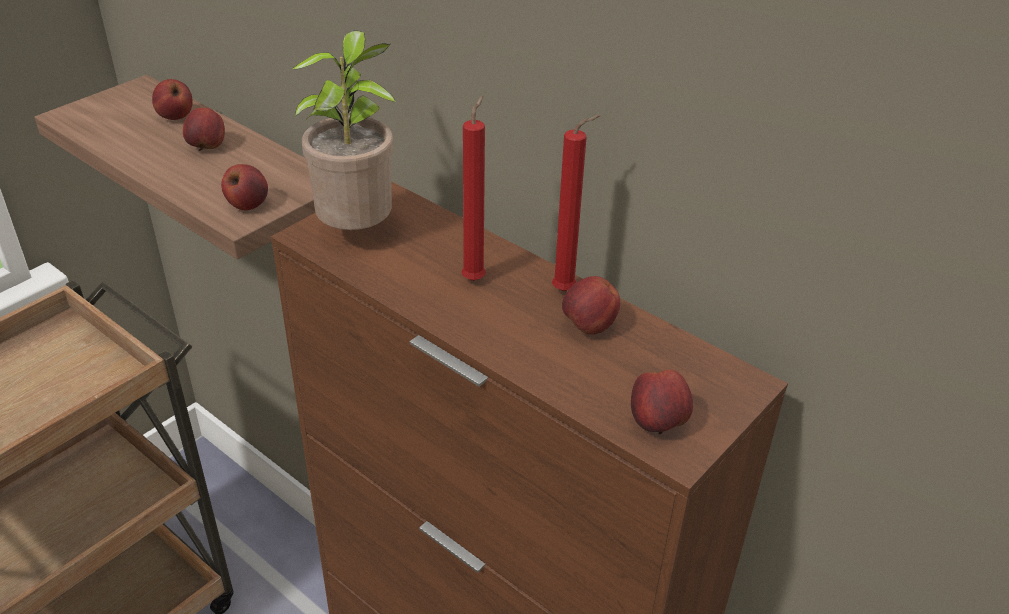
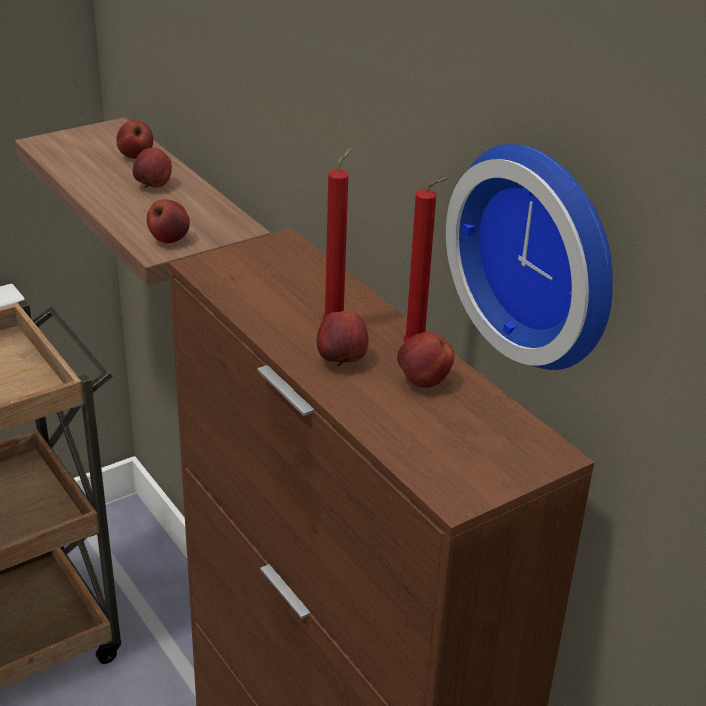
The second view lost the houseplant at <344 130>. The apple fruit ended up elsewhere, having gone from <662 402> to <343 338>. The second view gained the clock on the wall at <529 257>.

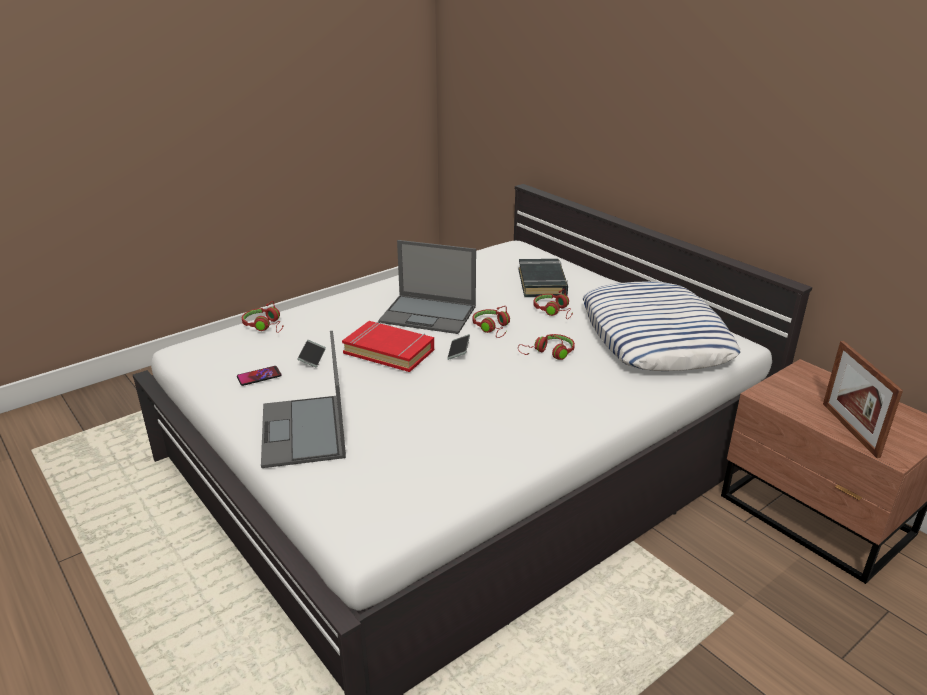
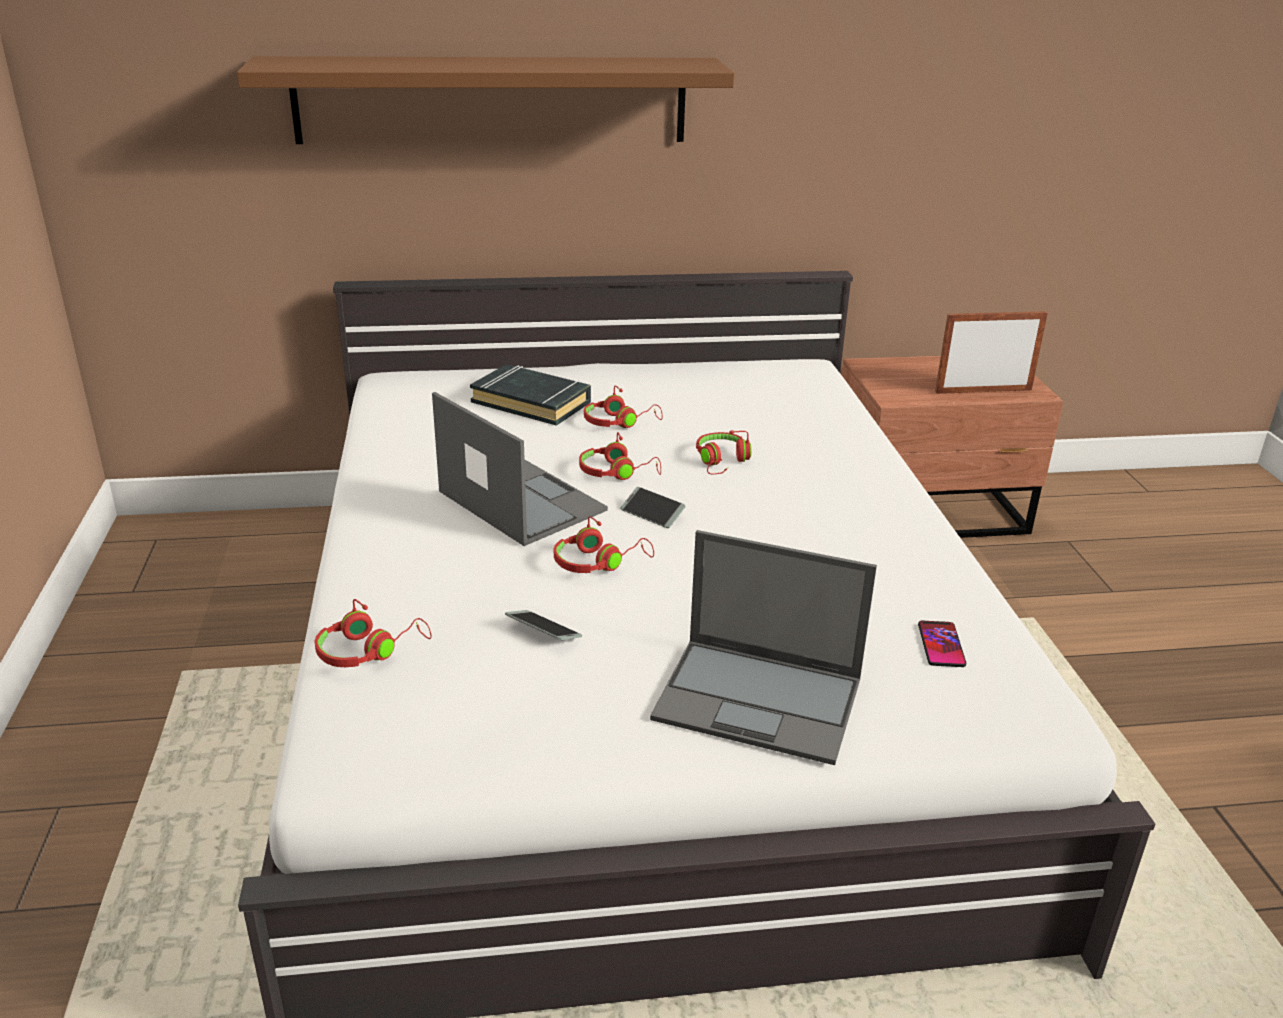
The handset ended up elsewhere, having gone from <259 376> to <942 644>. Where the red-coloured volume stood at <388 346>, the red-coloured headset came to stand at <604 544>. The notebook computer at <427 287> ended up facing another way, 90 degrees counterclockwise from before. The second view lost the pillow at <661 326>. The photo frame at <863 399> ended up facing another way, 150 degrees clockwise from before. The second view gained the brown shelf at <486 100>.

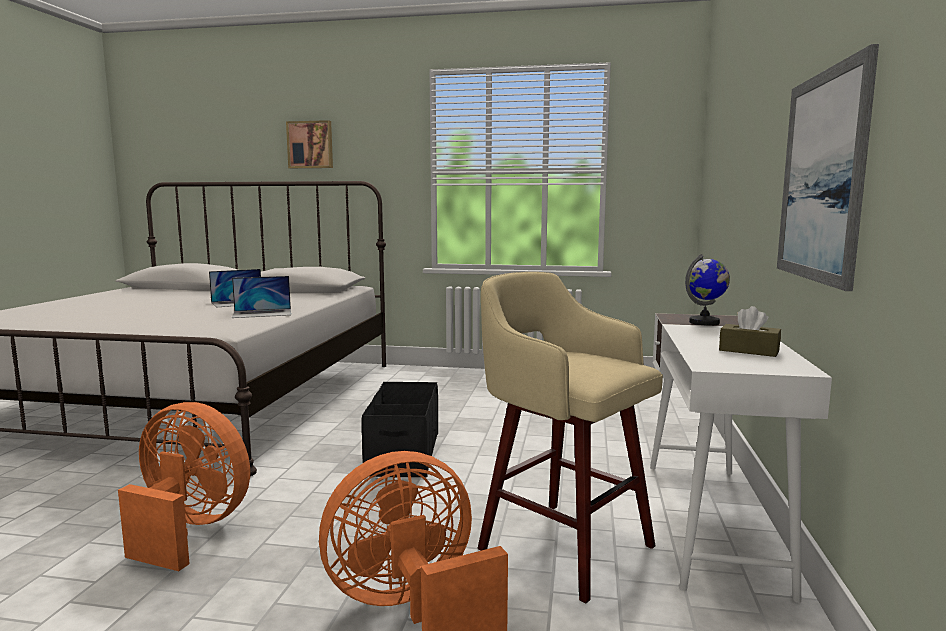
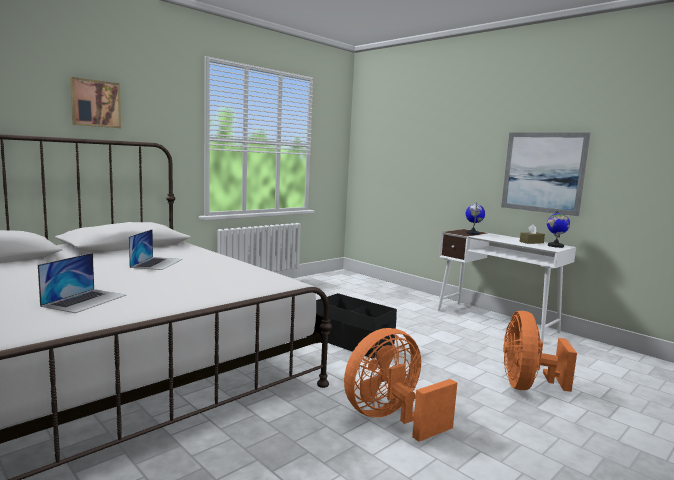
The notebook computer ended up elsewhere, having gone from <261 297> to <82 283>. The second view lost the beige-coloured stool seat at <570 437>. The second view gained the globe at <558 229>.

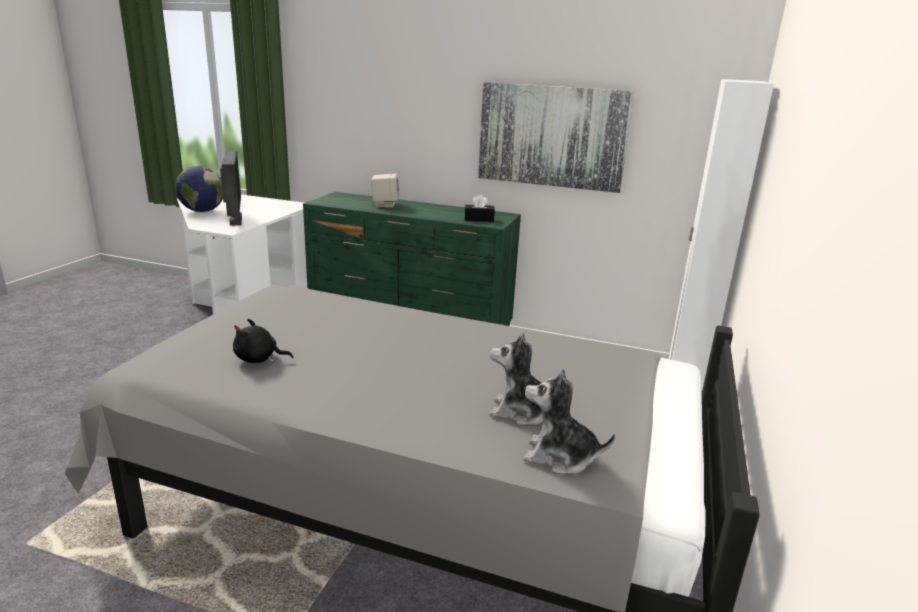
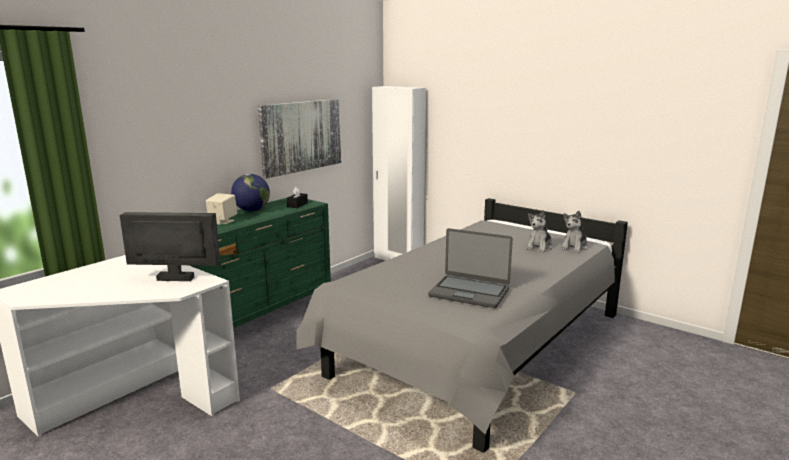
The globe ended up elsewhere, having gone from <199 188> to <250 192>. Where the black-coloured cuddly toy stood at <263 341>, the notebook computer came to stand at <470 268>.

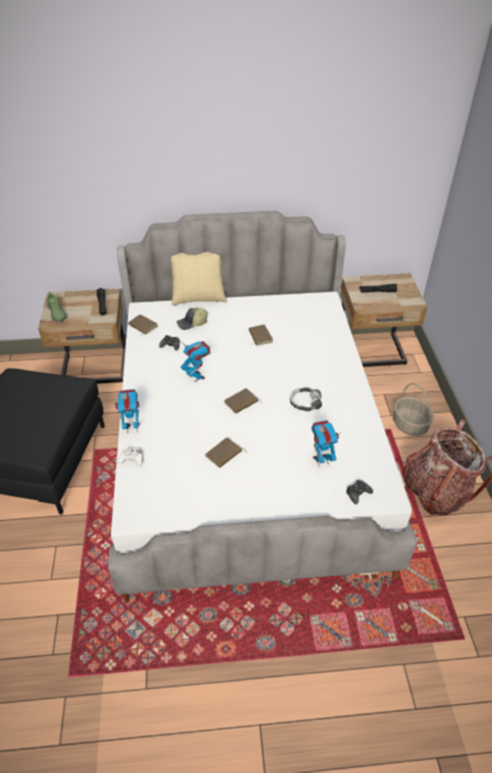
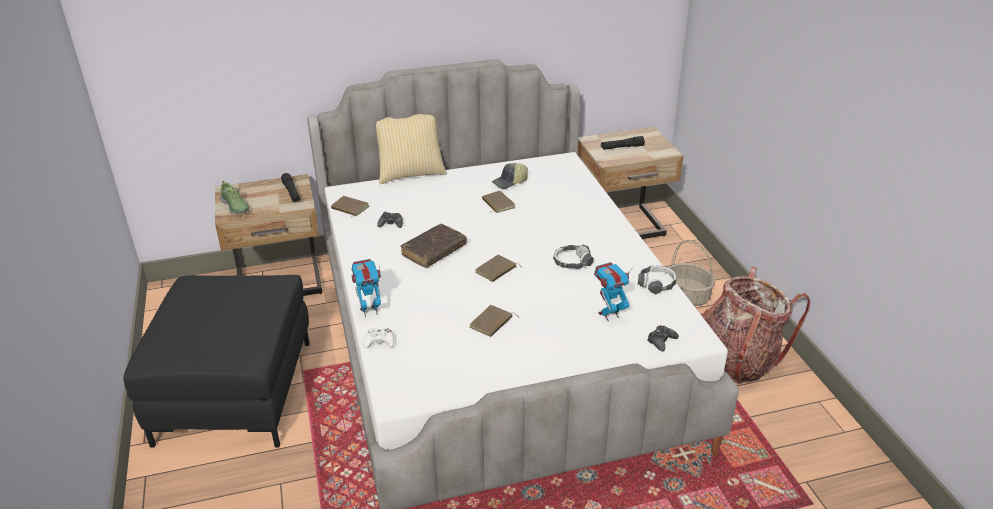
The peaked cap ended up elsewhere, having gone from <192 319> to <510 176>. Where the model robot stood at <195 361>, the brown volume came to stand at <433 246>. The second view gained the headset at <657 279>.

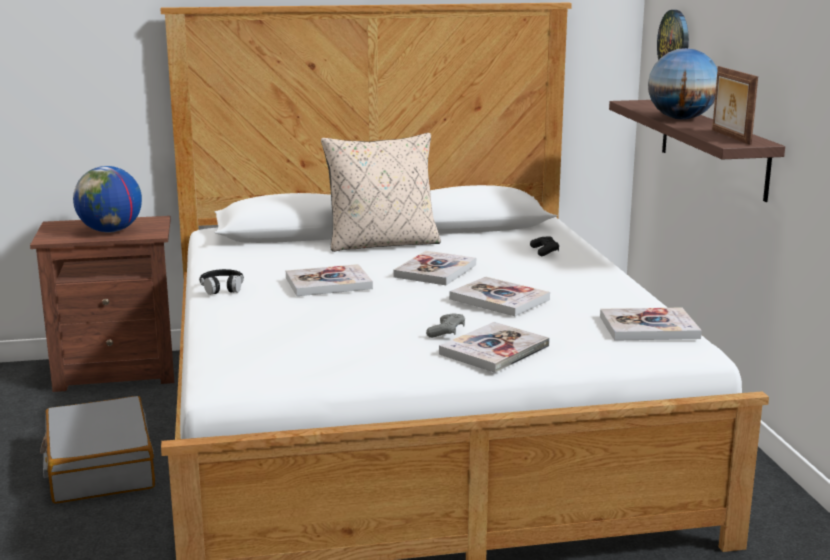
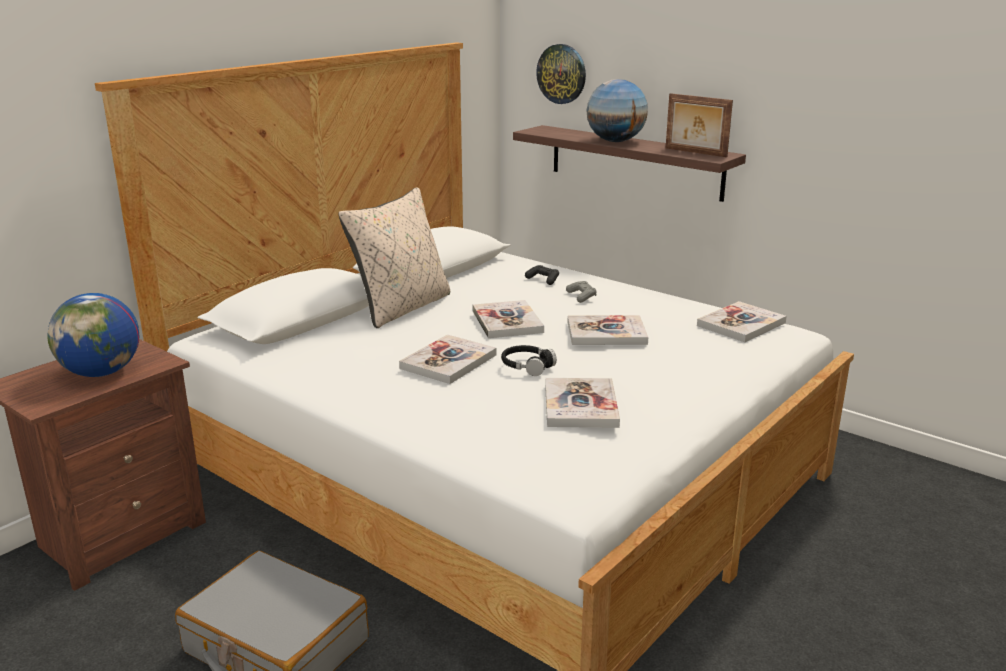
The black-coloured headset ended up elsewhere, having gone from <221 282> to <529 360>. The grey gamepad ended up elsewhere, having gone from <445 325> to <581 292>. The volume ended up elsewhere, having gone from <494 347> to <582 403>.

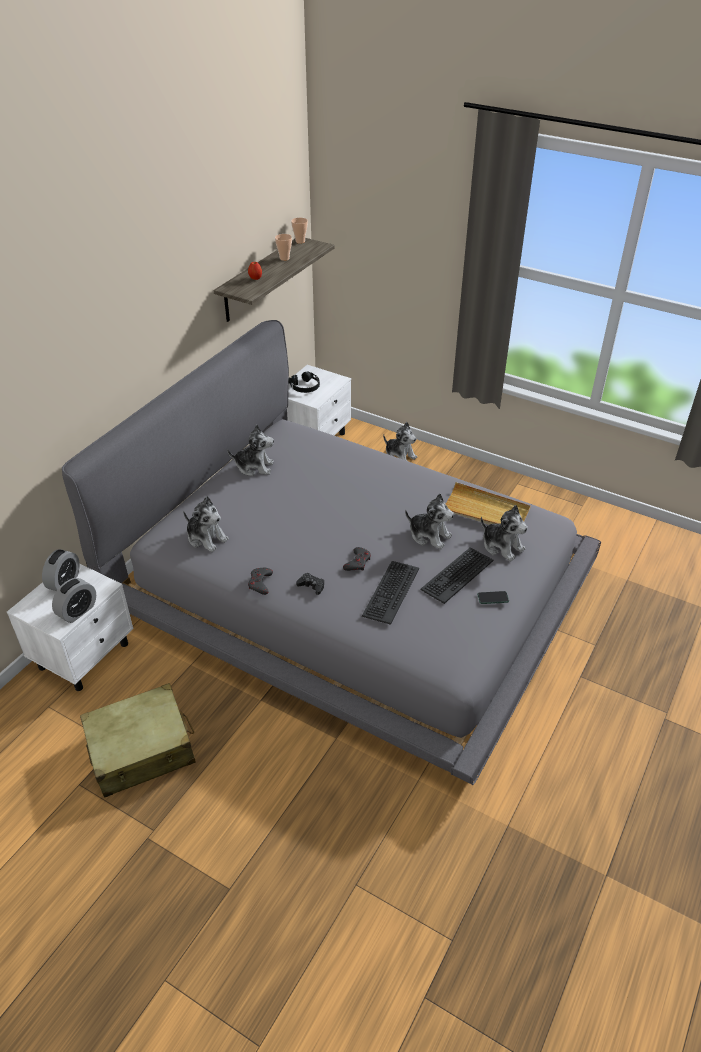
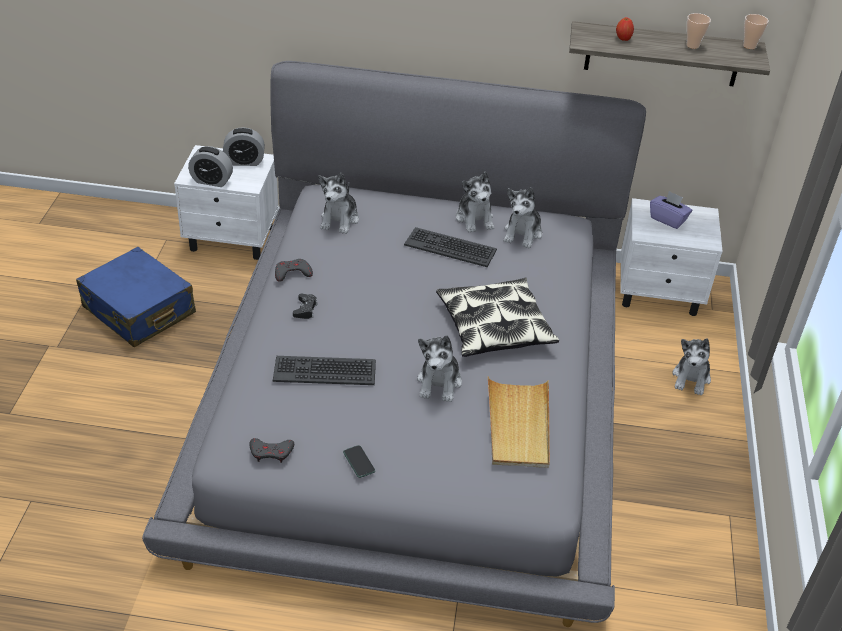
What was the beige-coloured piece of luggage at <138 740> turned into the blue-coloured piece of luggage at <136 297>. Where the black-coloured headset stood at <304 382>, the purple-coloured tissue box came to stand at <671 210>. The grey gamepad ended up elsewhere, having gone from <357 559> to <271 450>. The PC keyboard ended up elsewhere, having gone from <457 576> to <450 247>. The cuddly toy ended up elsewhere, having gone from <504 533> to <523 217>. The second view gained the pillow at <497 317>.

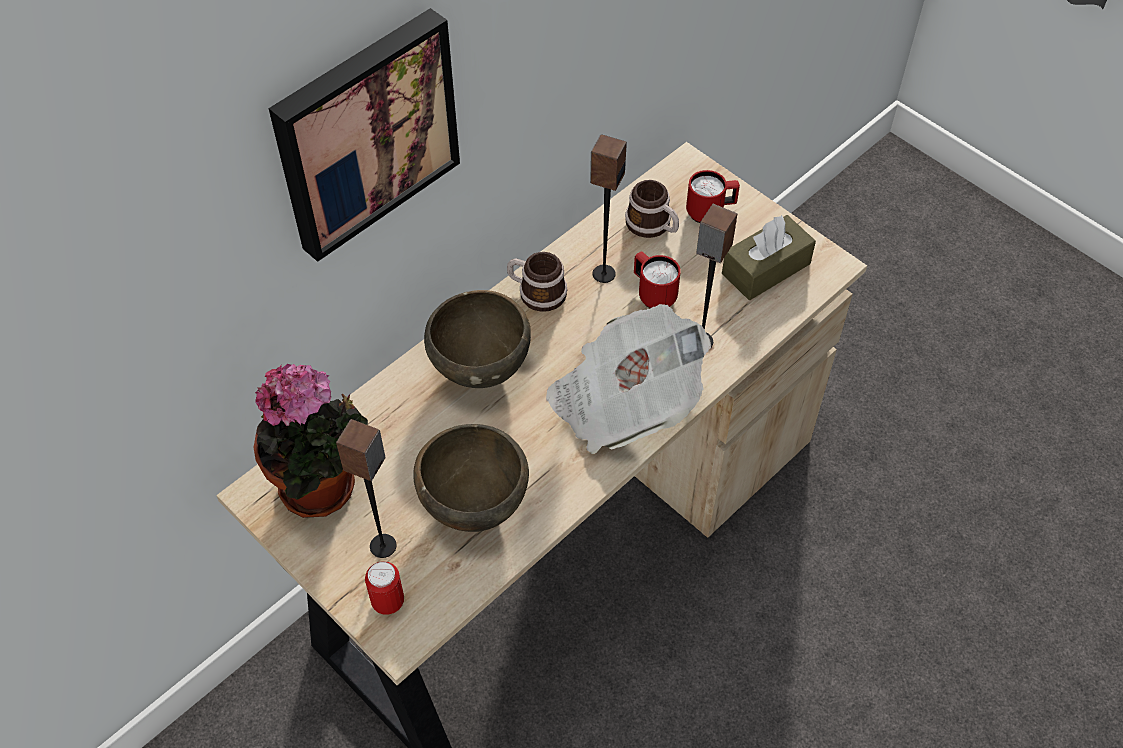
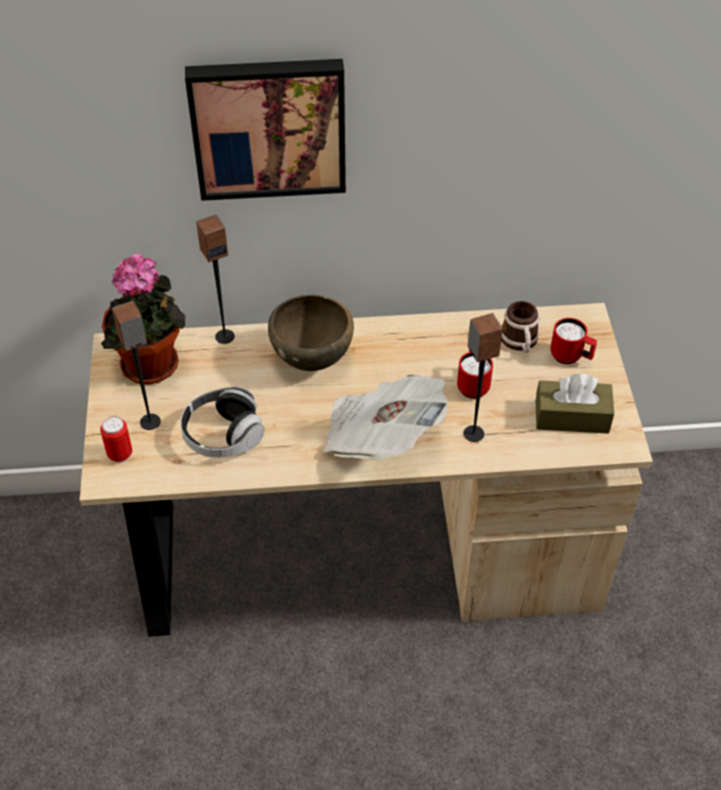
Where the brown serving bowl stood at <471 478>, the headset came to stand at <223 422>. The second view lost the coffee mug at <537 282>. The speaker ended up elsewhere, having gone from <608 208> to <215 279>.

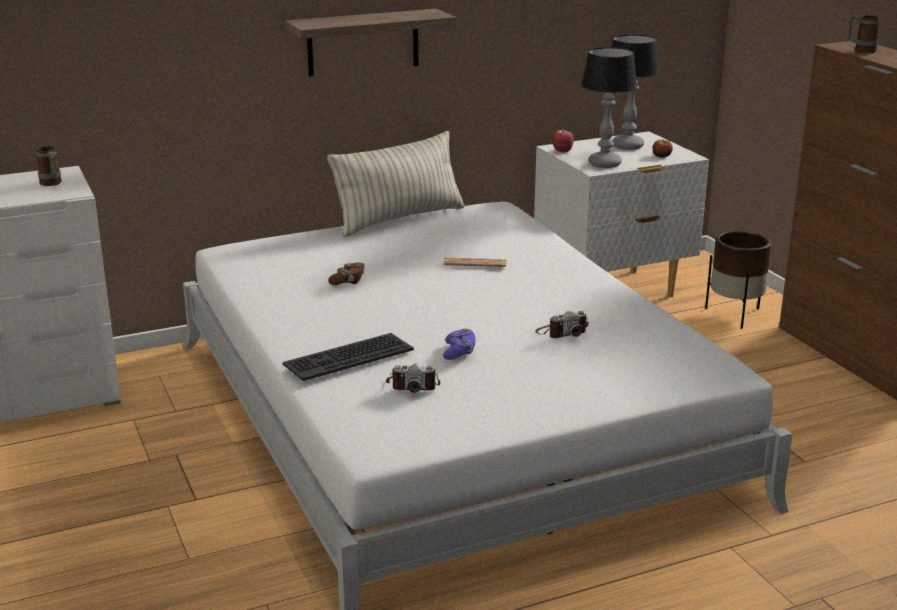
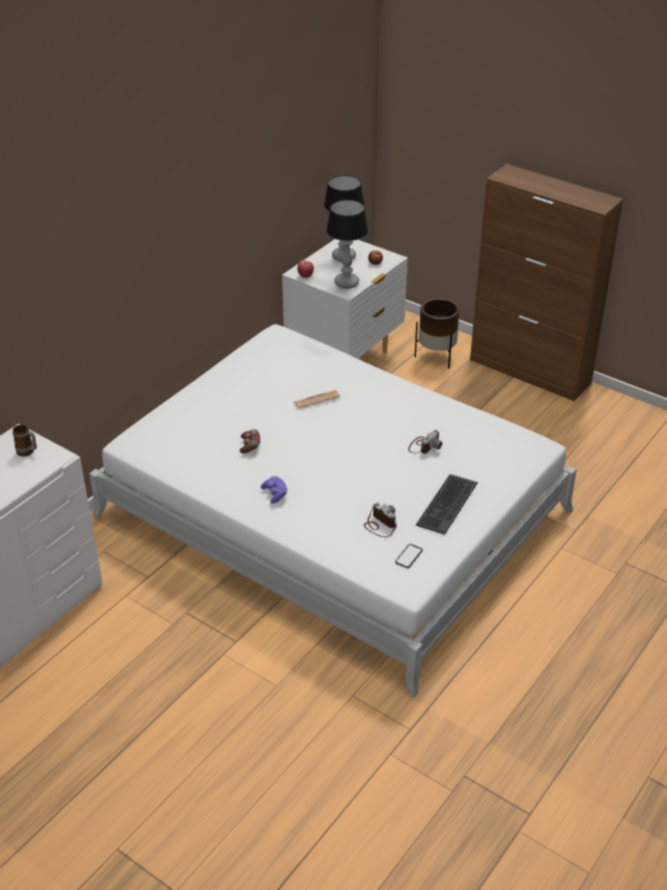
The PC keyboard ended up elsewhere, having gone from <348 357> to <447 504>. The second view lost the shelf at <370 43>. The second view lost the pillow at <396 184>. The still camera at <413 378> ended up facing another way, 105 degrees counterclockwise from before. The purple-coloured gamepad ended up elsewhere, having gone from <459 344> to <274 490>. The second view lost the coffee mug at <864 34>. The second view gained the handset at <409 556>.

